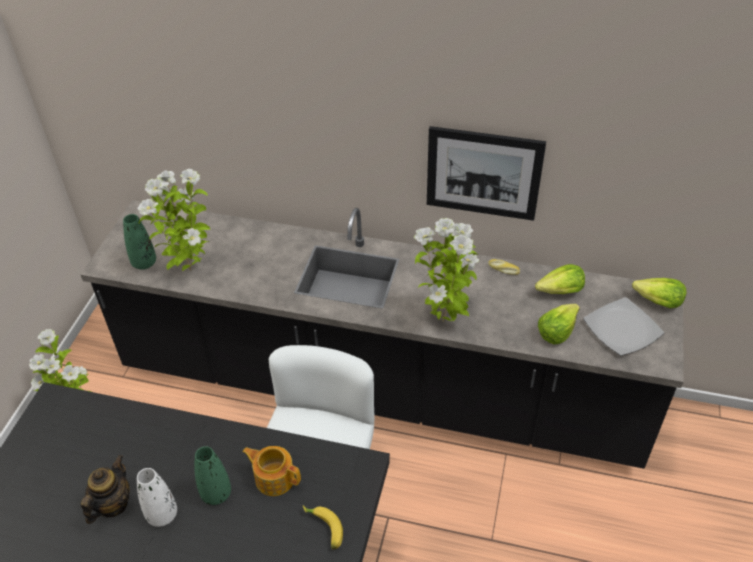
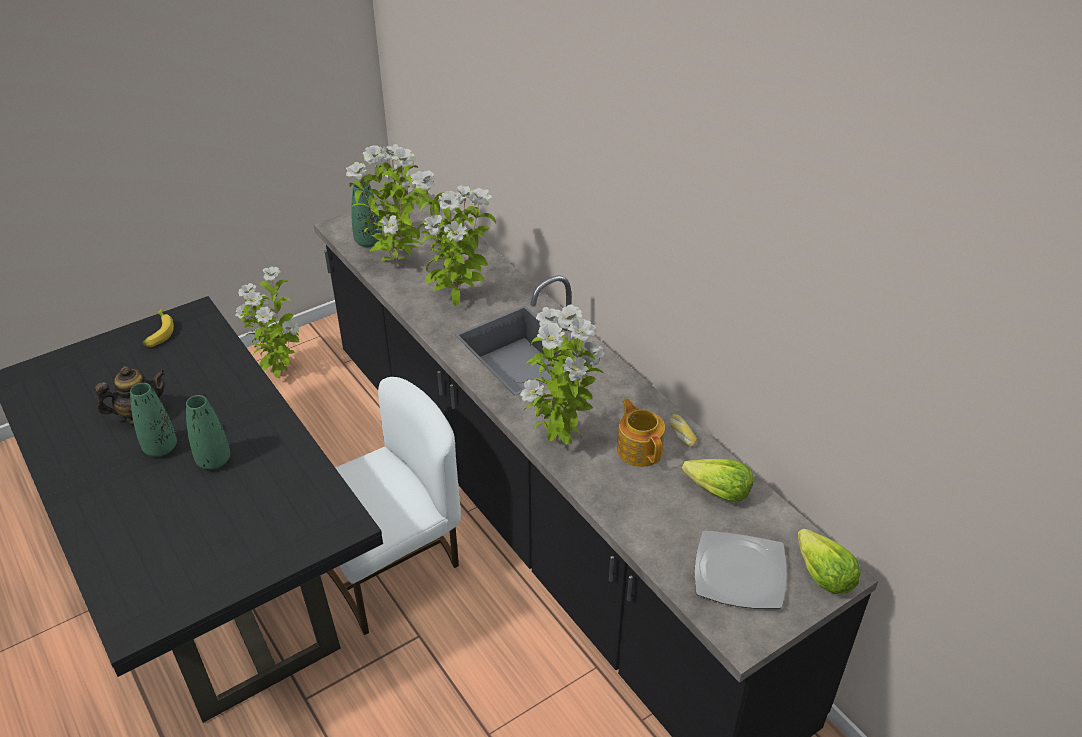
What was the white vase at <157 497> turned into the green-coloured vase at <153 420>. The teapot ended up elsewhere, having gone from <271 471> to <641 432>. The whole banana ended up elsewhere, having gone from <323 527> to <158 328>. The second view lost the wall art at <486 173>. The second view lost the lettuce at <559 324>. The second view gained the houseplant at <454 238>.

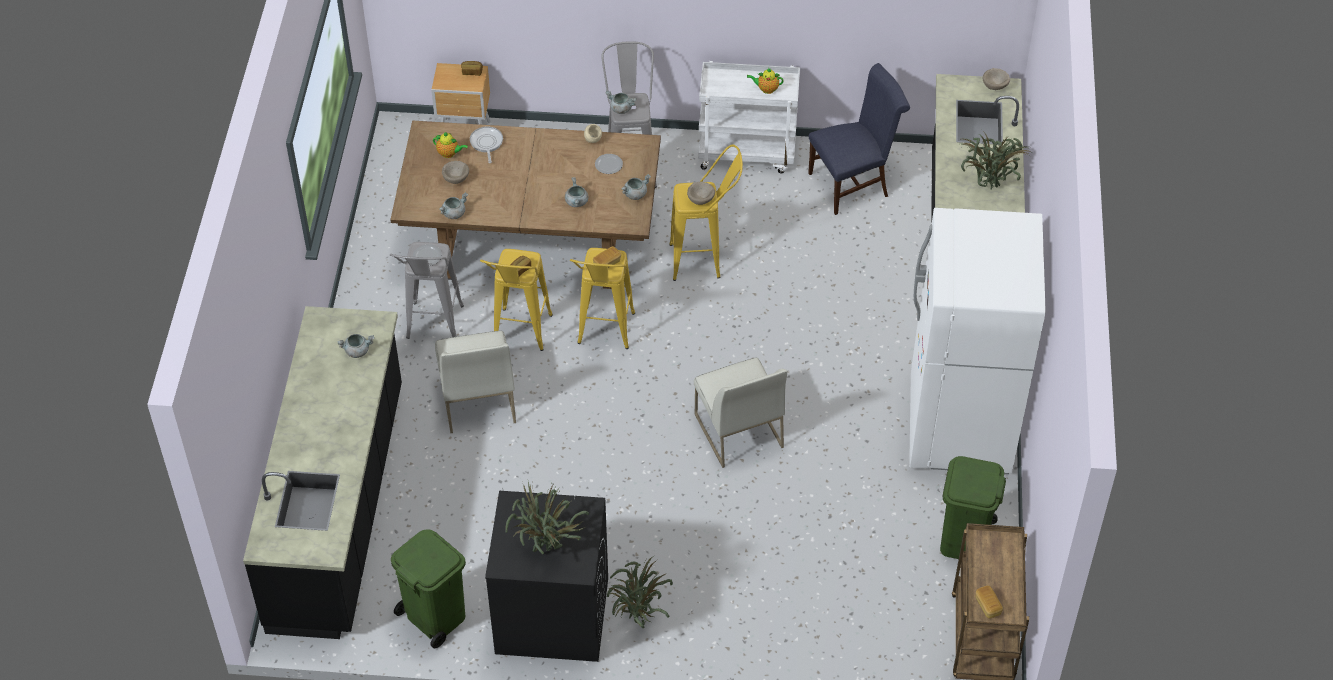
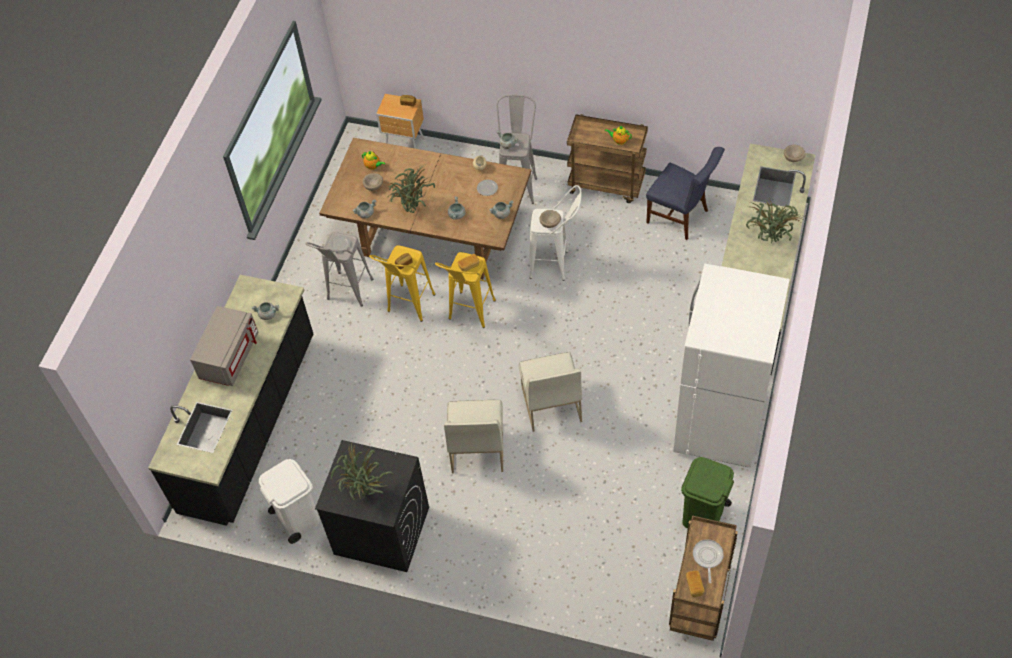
What was the green-coloured rubbish bin at <428 588> turned into the white rubbish bin at <289 501>. The white chair ended up elsewhere, having gone from <475 382> to <473 437>. The pan ended up elsewhere, having gone from <486 144> to <708 561>. The houseplant ended up elsewhere, having gone from <640 591> to <411 189>. What was the yellow stool seat at <706 213> turned into the white stool seat at <555 233>. What was the white cart at <749 117> turned into the brown cart at <607 158>. The blue-coloured chair at <859 139> ended up facing another way, 45 degrees clockwise from before. The second view gained the grey microwave oven at <224 346>.

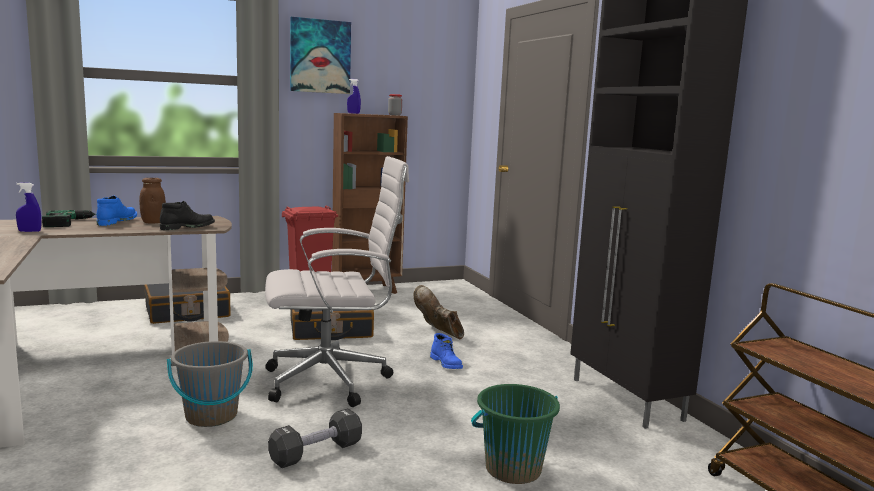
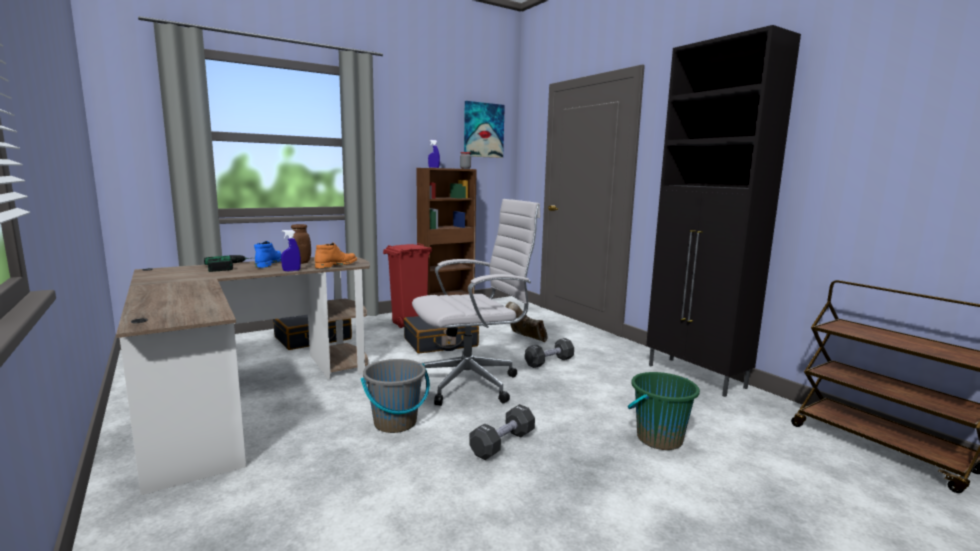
The blue-coloured sprayer ended up elsewhere, having gone from <29 207> to <291 250>. What was the black-coloured high-top boot at <187 215> turned into the orange-coloured high-top boot at <336 256>. The wall art ended up elsewhere, having gone from <320 55> to <484 129>. Where the blue-coloured high-top boot stood at <446 351>, the black-coloured free weight came to stand at <549 353>.

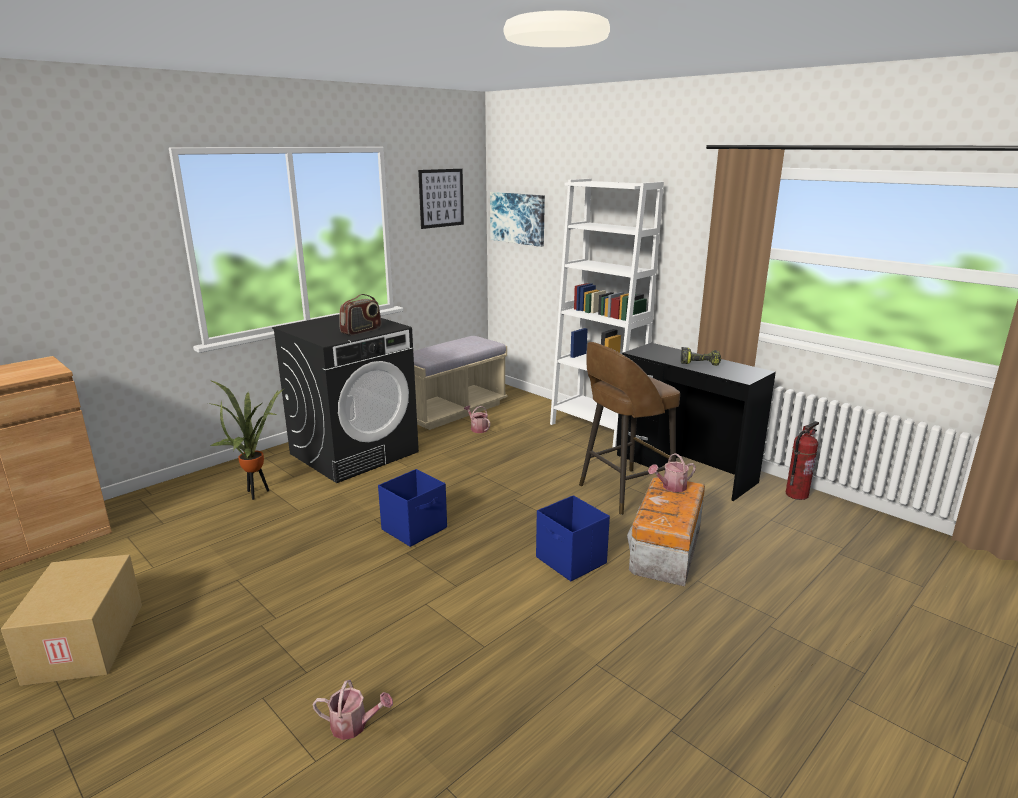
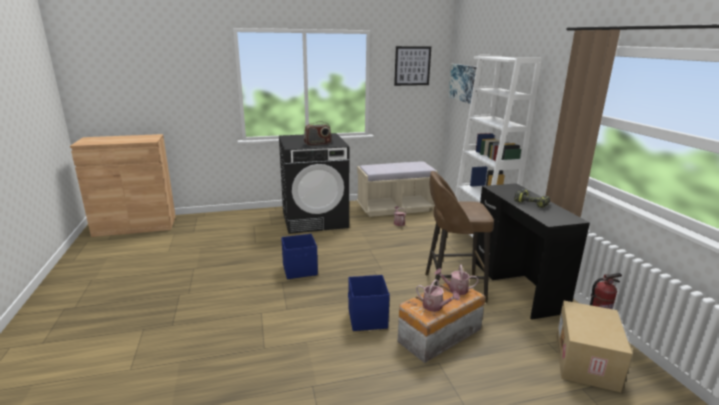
The cardboard box ended up elsewhere, having gone from <71 620> to <594 347>. The second view lost the houseplant at <246 440>. The sprinkling can ended up elsewhere, having gone from <352 710> to <438 295>.

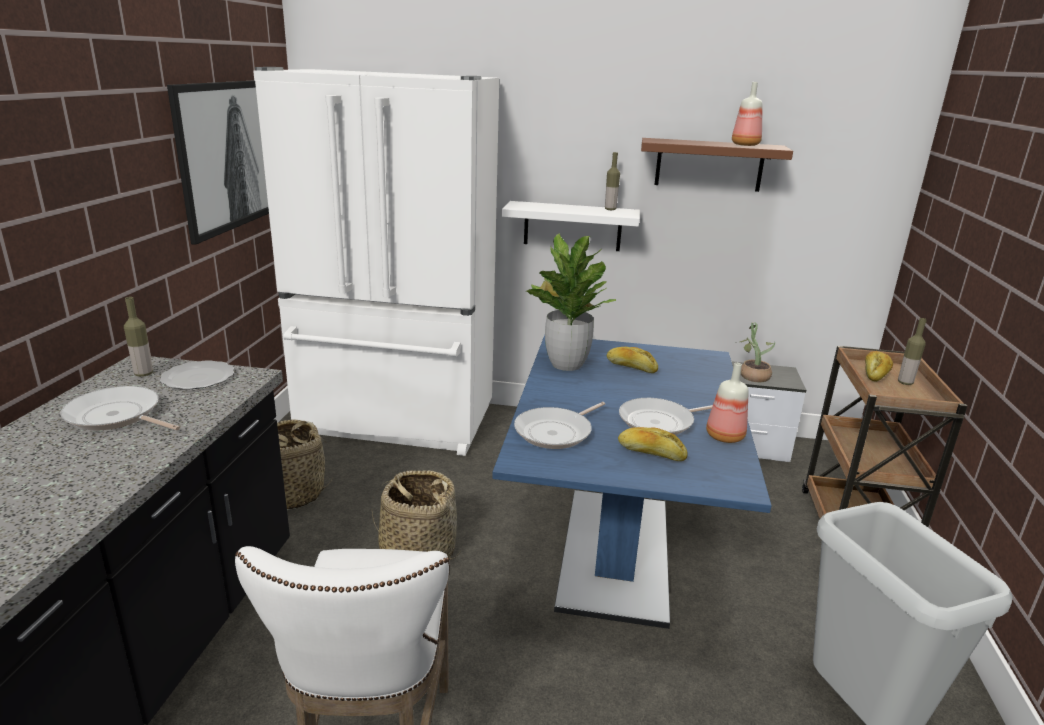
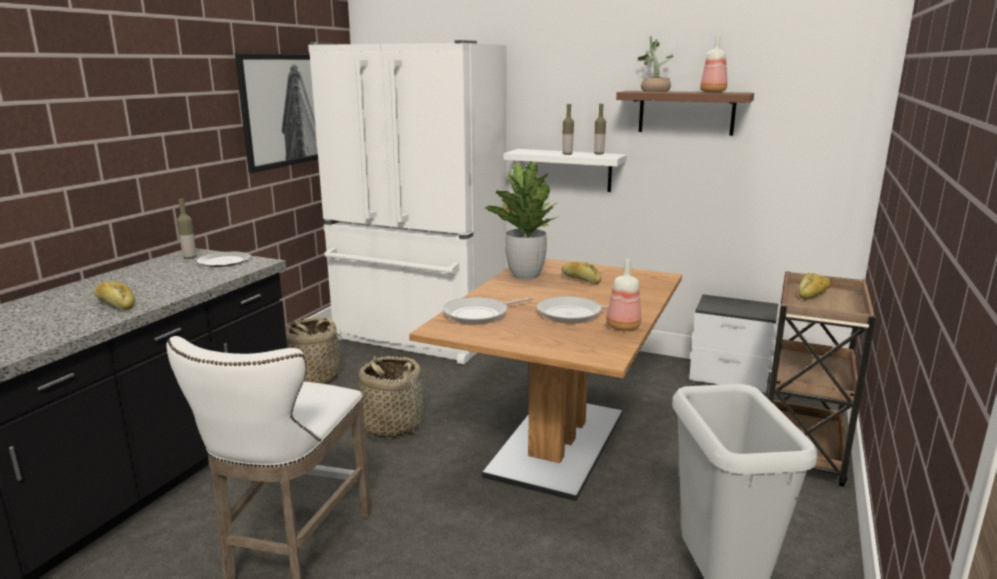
The second view lost the pan at <120 408>. What was the blue-coloured kitchen table at <632 482> turned into the brown kitchen table at <545 380>. The baked bread ended up elsewhere, having gone from <653 444> to <114 295>. The houseplant ended up elsewhere, having gone from <757 352> to <655 64>. The drink bottle ended up elsewhere, having gone from <912 351> to <568 129>.

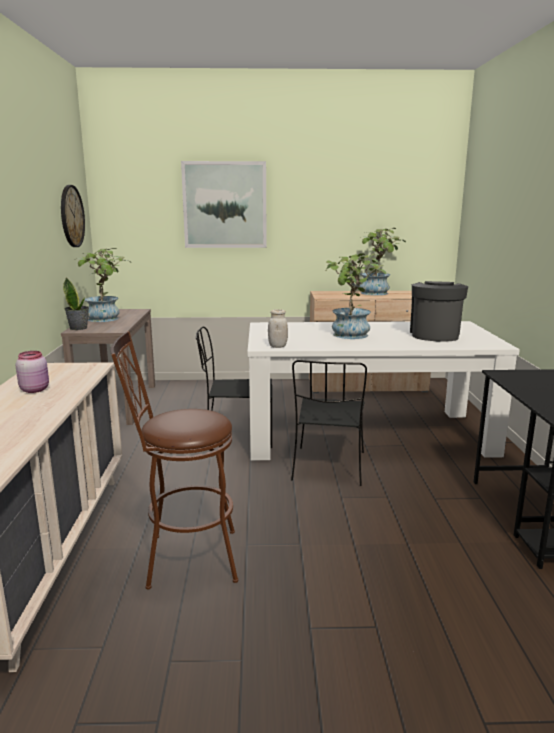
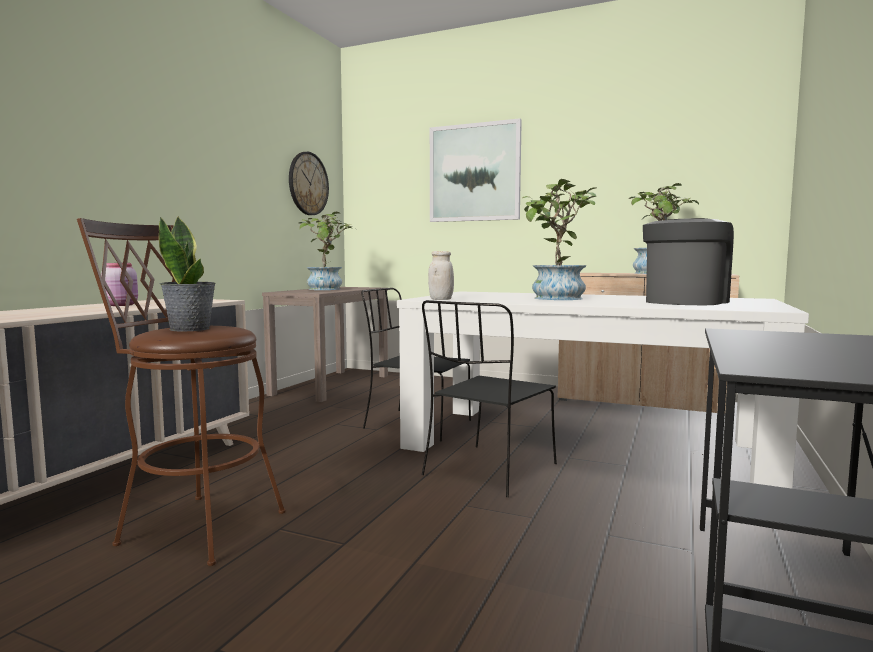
The houseplant ended up elsewhere, having gone from <76 304> to <187 274>.

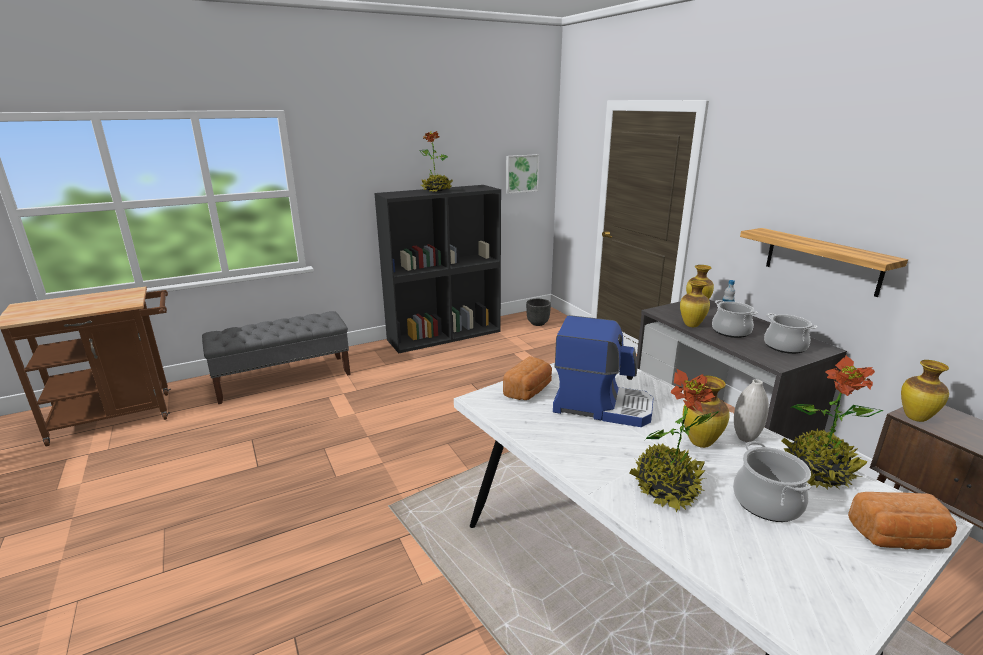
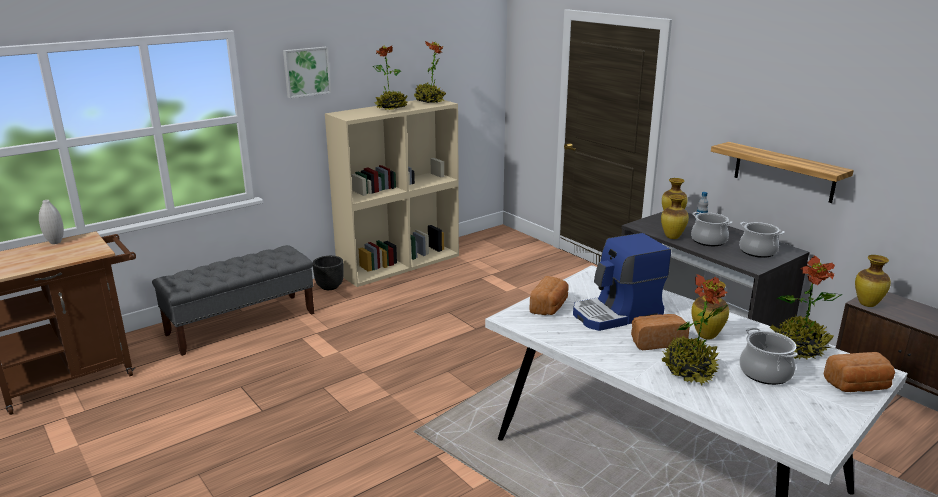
What was the black-coloured bookcase at <437 269> turned into the beige-coloured bookcase at <392 193>. The wall art ended up elsewhere, having gone from <522 174> to <307 72>. The black-coloured flower pot ended up elsewhere, having gone from <538 312> to <328 273>. The coffee maker at <603 371> ended up facing another way, 150 degrees clockwise from before. The white vase ended up elsewhere, having gone from <751 410> to <51 222>. The second view gained the houseplant at <429 72>. The second view gained the baked bread at <660 332>.

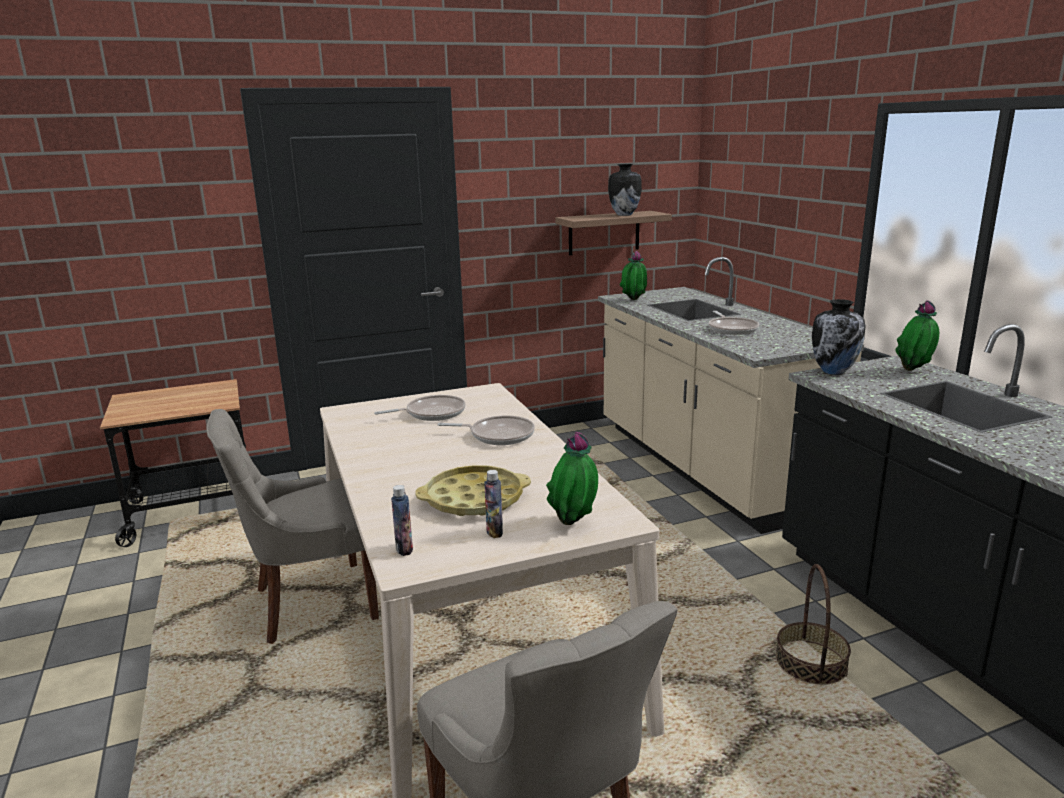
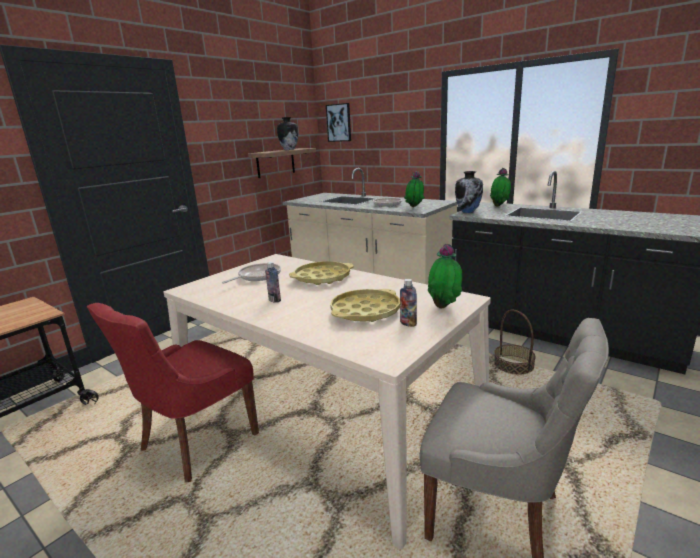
What was the grey chair at <292 526> turned into the red-coloured chair at <173 393>. The drink bottle ended up elsewhere, having gone from <402 520> to <273 282>. Where the pan stood at <486 430>, the yellow tray came to stand at <321 273>. The houseplant ended up elsewhere, having gone from <633 275> to <414 189>. The second view gained the wall art at <338 122>.

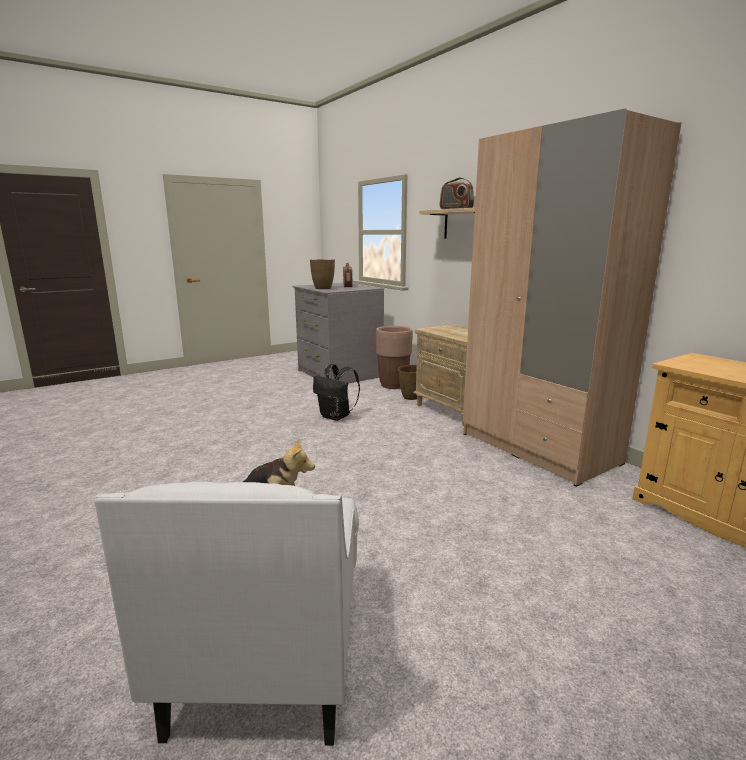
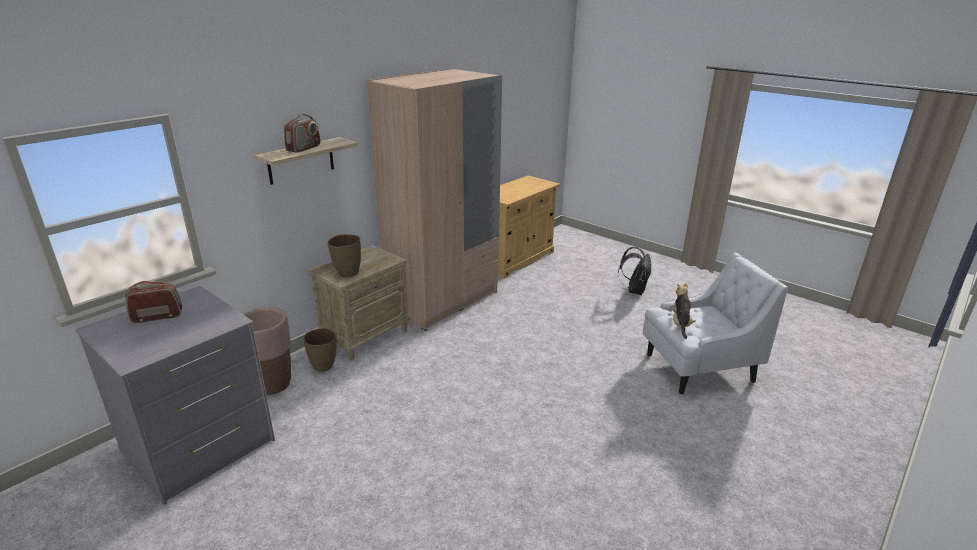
The brown vase ended up elsewhere, having gone from <322 274> to <344 255>. The black-coloured backpack ended up elsewhere, having gone from <336 392> to <634 271>.

